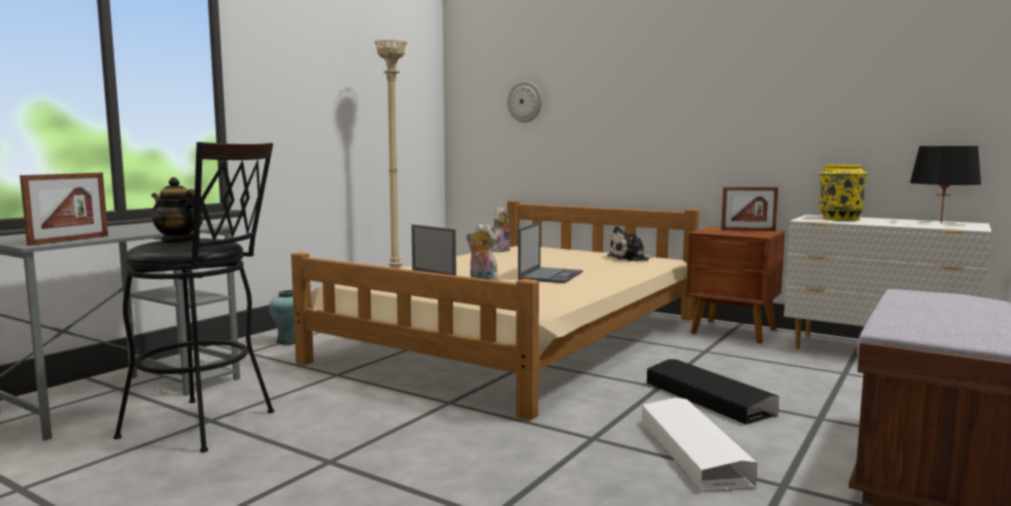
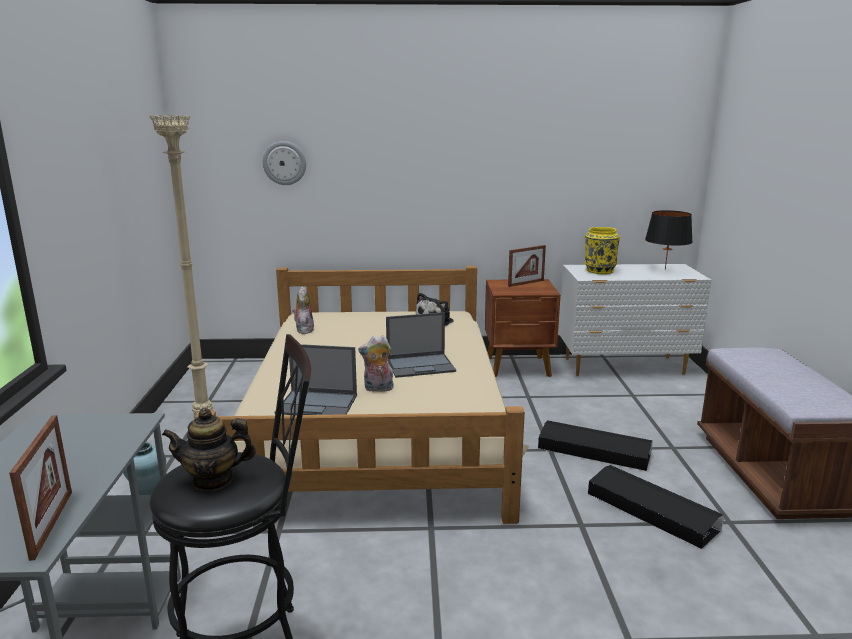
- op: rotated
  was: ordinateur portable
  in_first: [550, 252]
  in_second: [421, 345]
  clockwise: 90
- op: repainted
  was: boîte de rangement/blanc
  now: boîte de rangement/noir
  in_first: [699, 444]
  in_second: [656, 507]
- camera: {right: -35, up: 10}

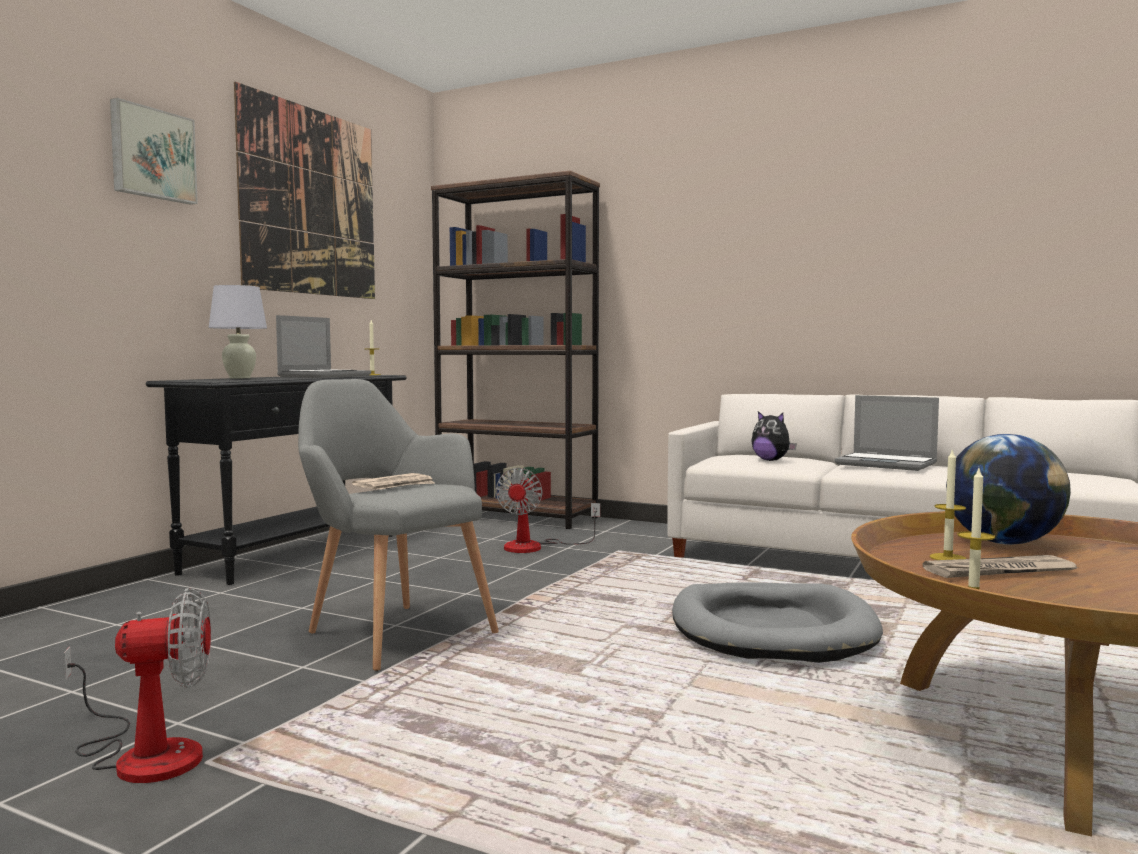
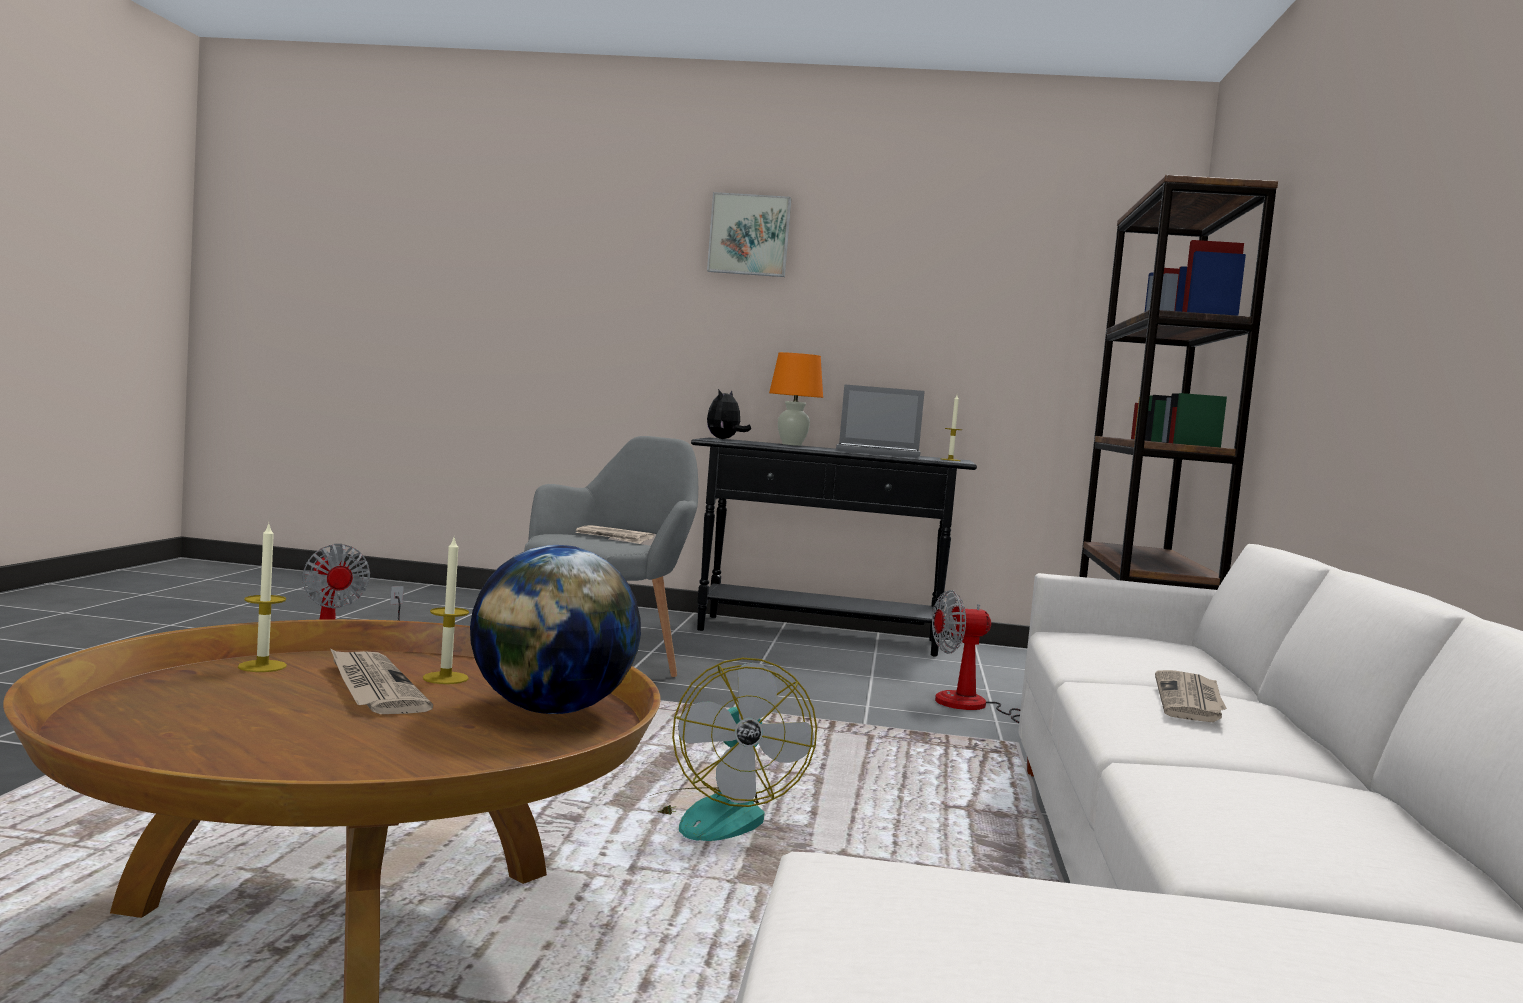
- op: swapped
  was: panier pour chien/gris
  now: ventilateur
  in_first: [777, 622]
  in_second: [733, 749]
- op: shifted
  was: peluche
  in_first: [774, 436]
  in_second: [729, 414]
- op: repainted
  was: lampe de table/blanc
  now: lampe de table/orange
  in_first: [238, 331]
  in_second: [796, 399]
- op: swapped
  was: ordinateur portable
  now: journal
  in_first: [887, 433]
  in_second: [1191, 696]
- op: gone
  was: tableau
  in_first: [304, 190]
- camera: {right: 70, up: 0}

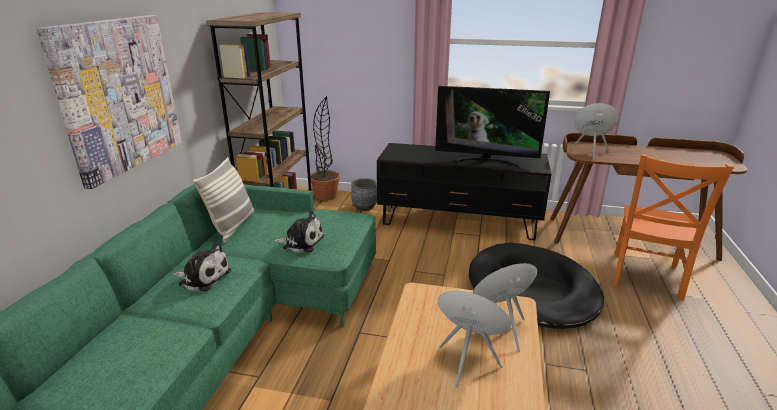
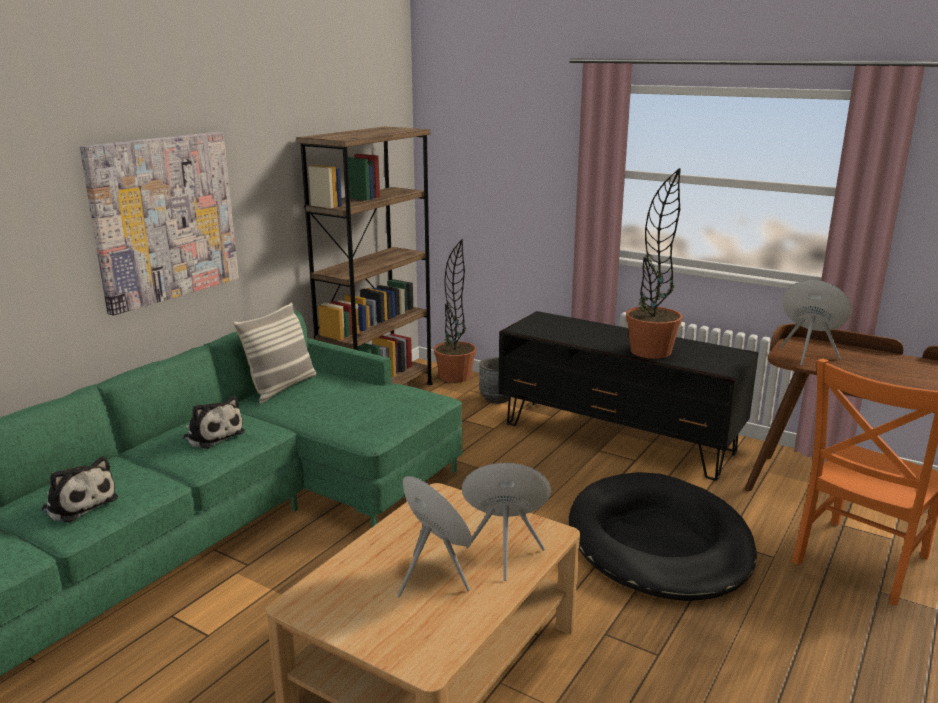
- op: shifted
  was: peluche
  in_first: [298, 232]
  in_second: [80, 489]
- op: swapped
  was: téléviseur
  now: plante en pot
  in_first: [492, 127]
  in_second: [654, 263]
- camera: {right: 20, up: -5}

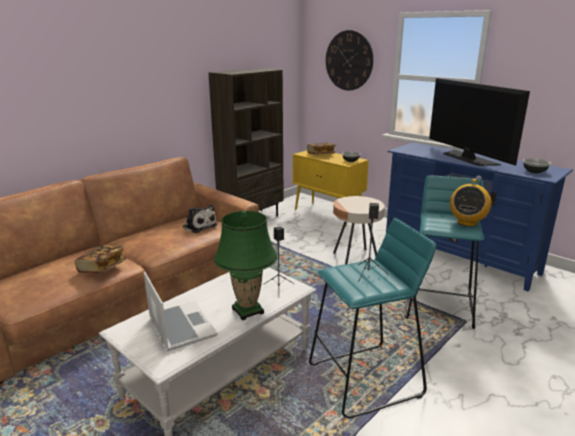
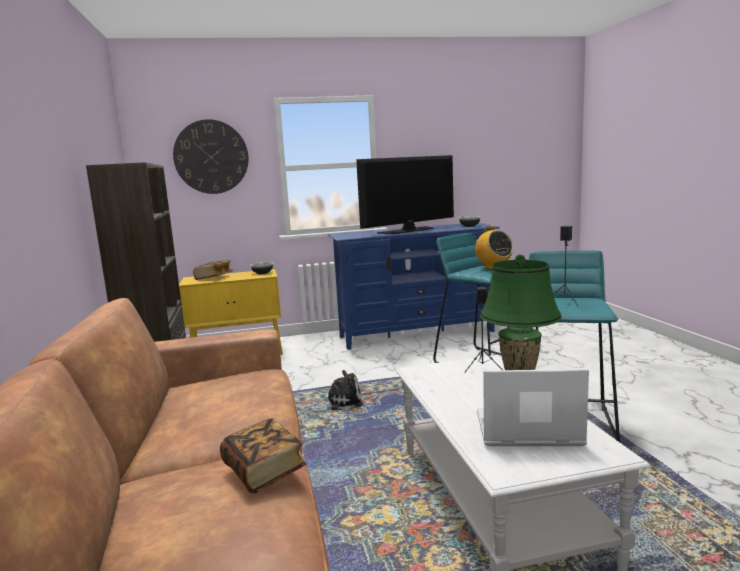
- op: shifted
  was: peluche
  in_first: [200, 218]
  in_second: [339, 390]
- op: rotated
  was: téléviseur
  in_first: [479, 122]
  in_second: [405, 194]
  clockwise: -45
- op: gone
  was: table d'appoint/beige
  in_first: [359, 230]
- camera: {right: -55, up: -10}

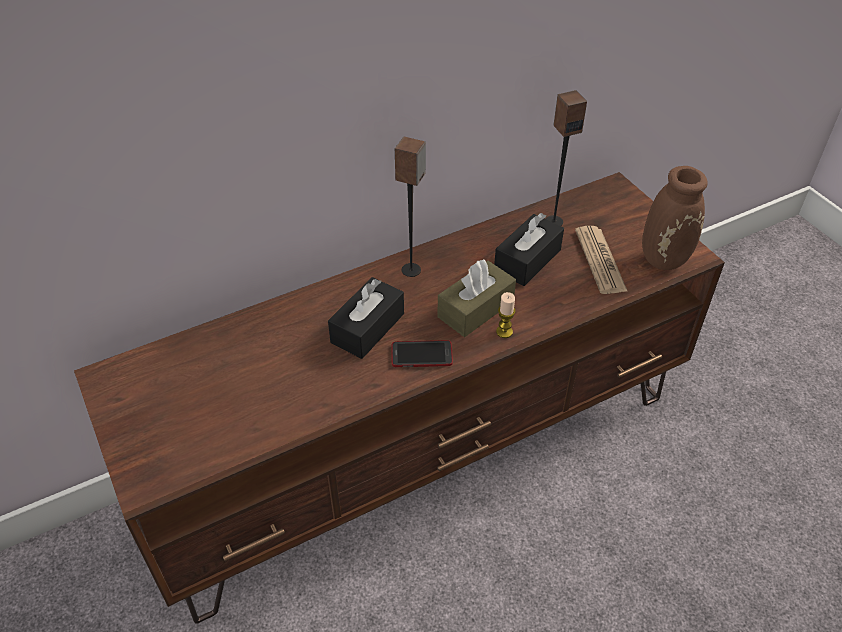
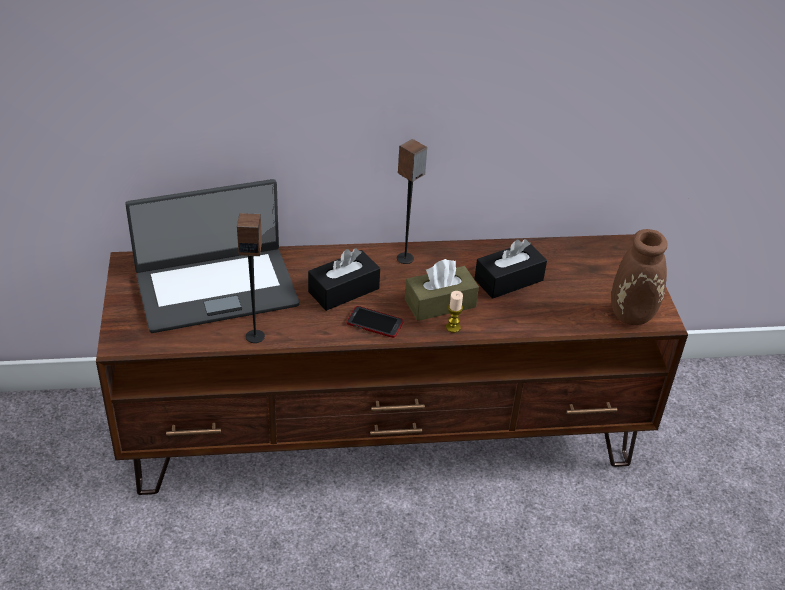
- op: new
  now: ordinateur portable
  in_second: [212, 256]
- op: shifted
  was: enceinte
  in_first: [566, 158]
  in_second: [251, 278]
- op: gone
  was: journal
  in_first: [601, 260]
- camera: {right: 20, up: -5}

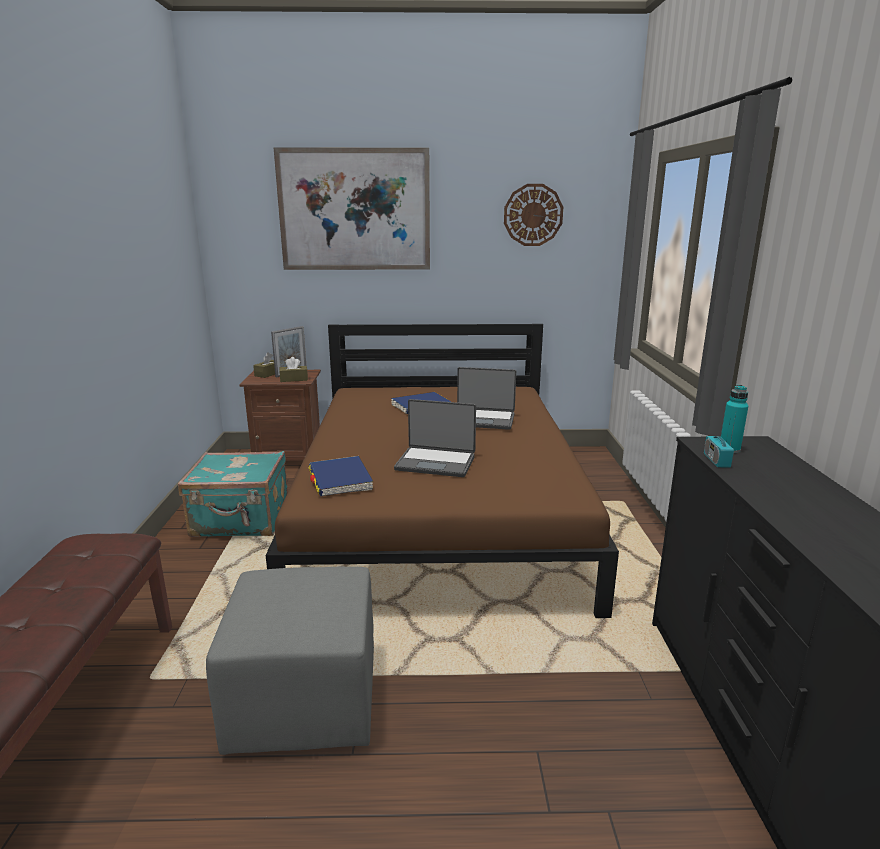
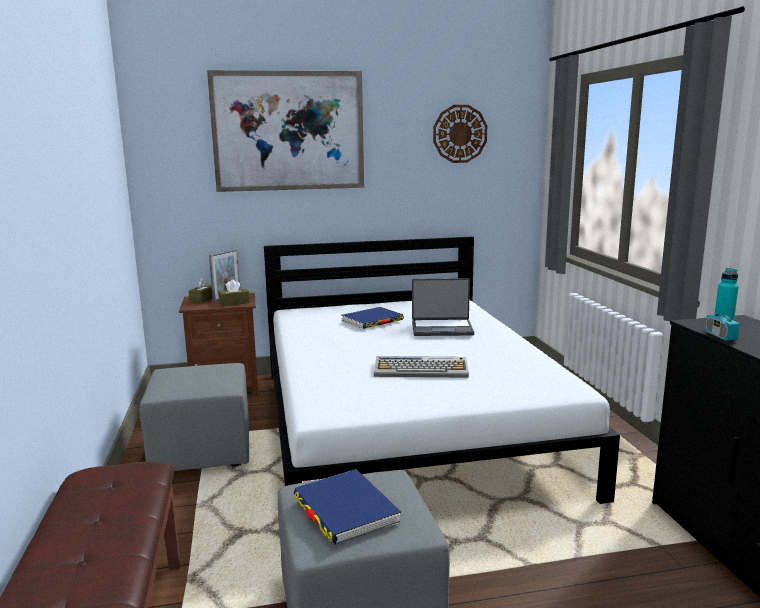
- op: swapped
  was: valise/turquoise
  now: pouf/gris
  in_first: [233, 494]
  in_second: [194, 417]
- op: repainted
  was: lit/marron
  now: lit/blanc
  in_first: [442, 471]
  in_second: [442, 370]
- op: shifted
  was: livre/bleu
  in_first: [341, 476]
  in_second: [347, 507]
- op: swapped
  was: ordinateur portable
  now: clavier
  in_first: [435, 438]
  in_second: [421, 367]
- camera: {right: -10, up: -5}

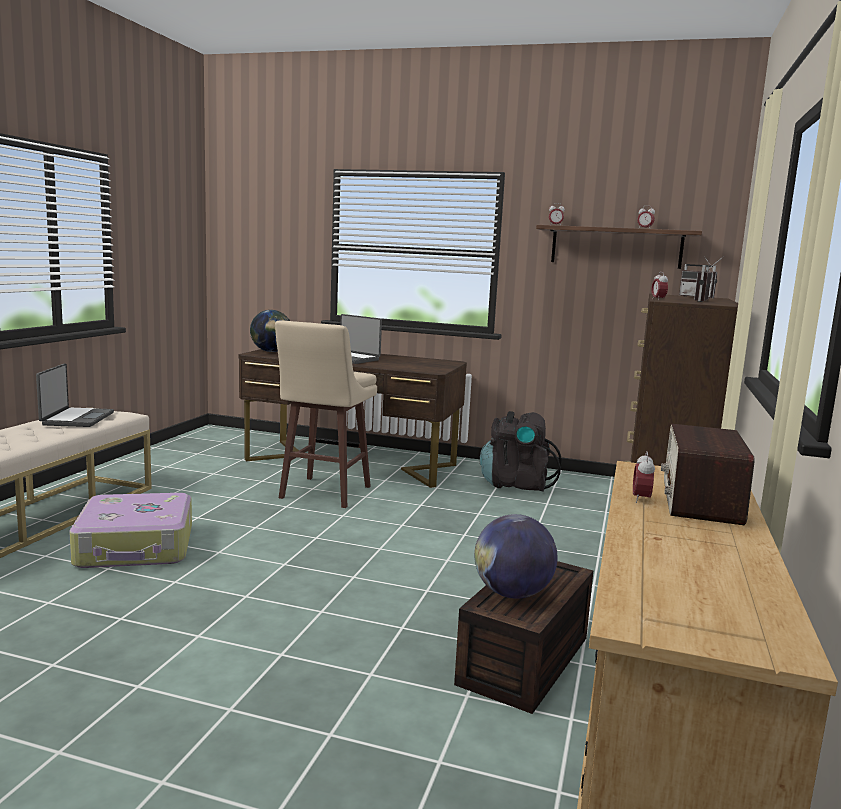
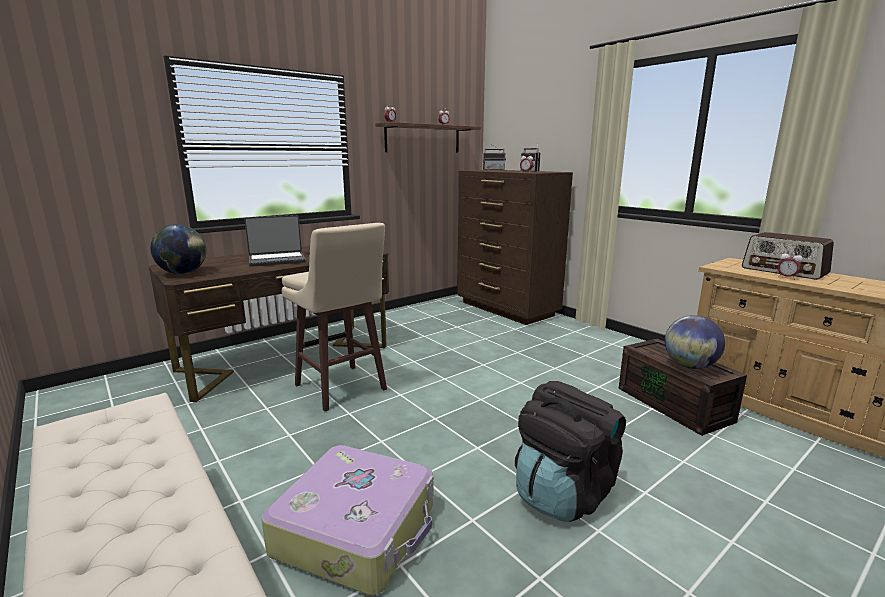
- op: shifted
  was: sac à dos/noir
  in_first: [521, 451]
  in_second: [570, 451]
- op: gone
  was: ordinateur portable
  in_first: [75, 395]
- camera: {right: -55, up: 5}

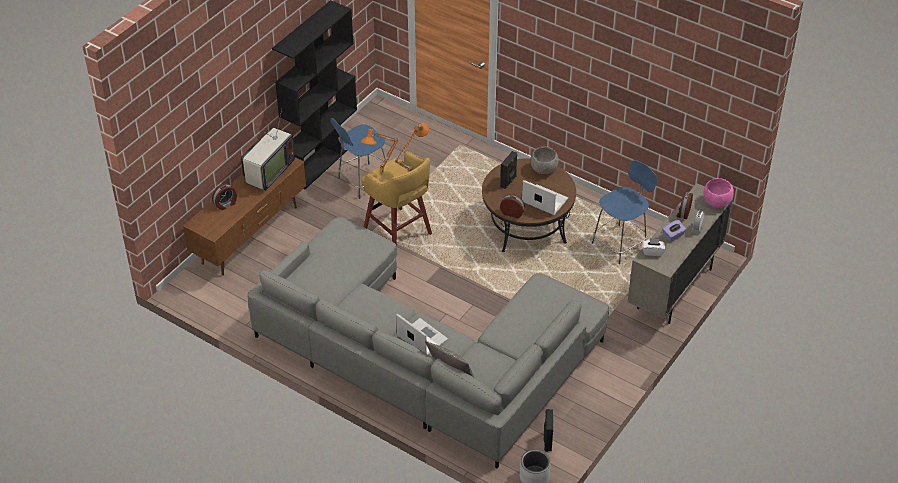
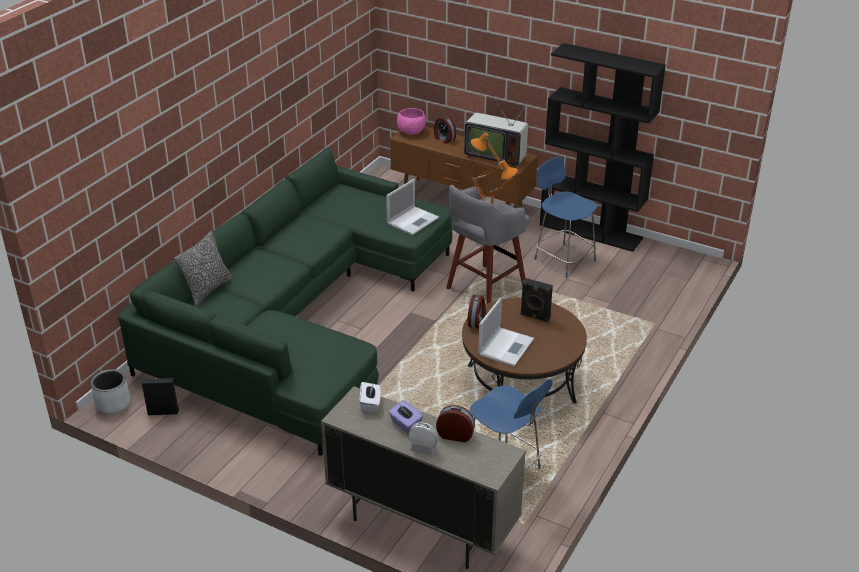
- op: repainted
  was: canapé/gris
  now: canapé/vert
  in_first: [428, 343]
  in_second: [285, 302]
- op: shifted
  was: ordinateur portable
  in_first: [422, 334]
  in_second: [412, 207]
- op: shifted
  was: bol/rose
  in_first: [718, 193]
  in_second: [411, 121]
- op: repainted
  was: tabouret/jaune
  now: tabouret/gris
  in_first: [396, 199]
  in_second: [488, 244]
- op: gone
  was: bol/gris
  in_first: [544, 160]
- camera: {right: 85, up: -10}

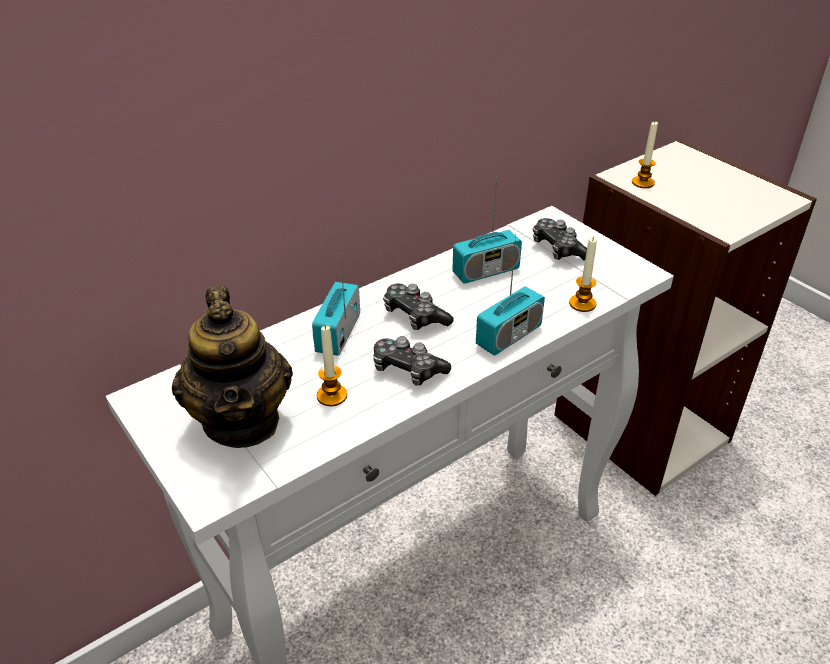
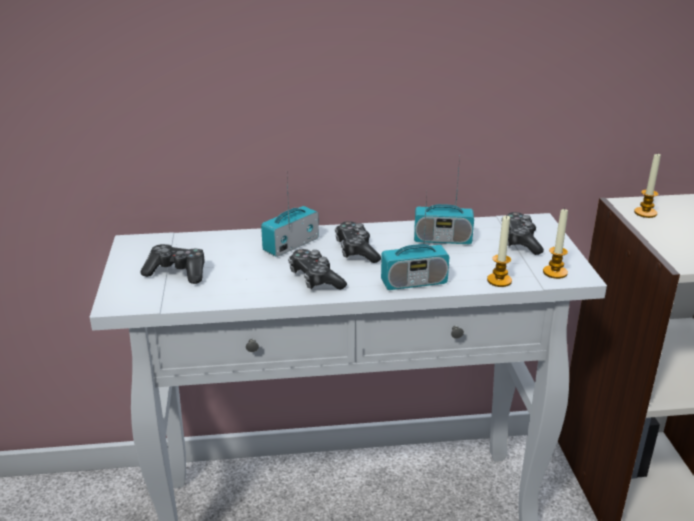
- op: swapped
  was: théière
  now: manette
  in_first: [232, 367]
  in_second: [172, 264]
- op: shifted
  was: bougie
  in_first: [332, 366]
  in_second: [555, 243]
- camera: {right: 30, up: -10}

